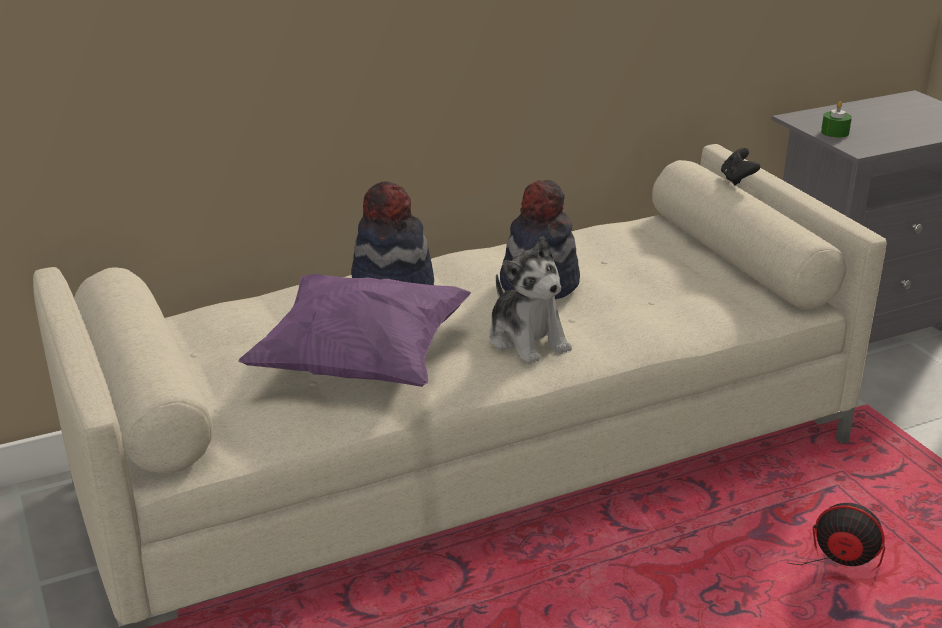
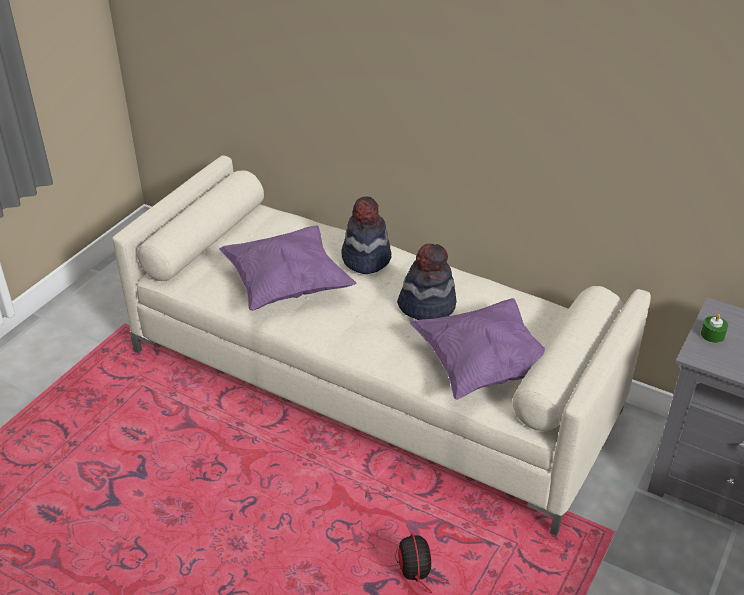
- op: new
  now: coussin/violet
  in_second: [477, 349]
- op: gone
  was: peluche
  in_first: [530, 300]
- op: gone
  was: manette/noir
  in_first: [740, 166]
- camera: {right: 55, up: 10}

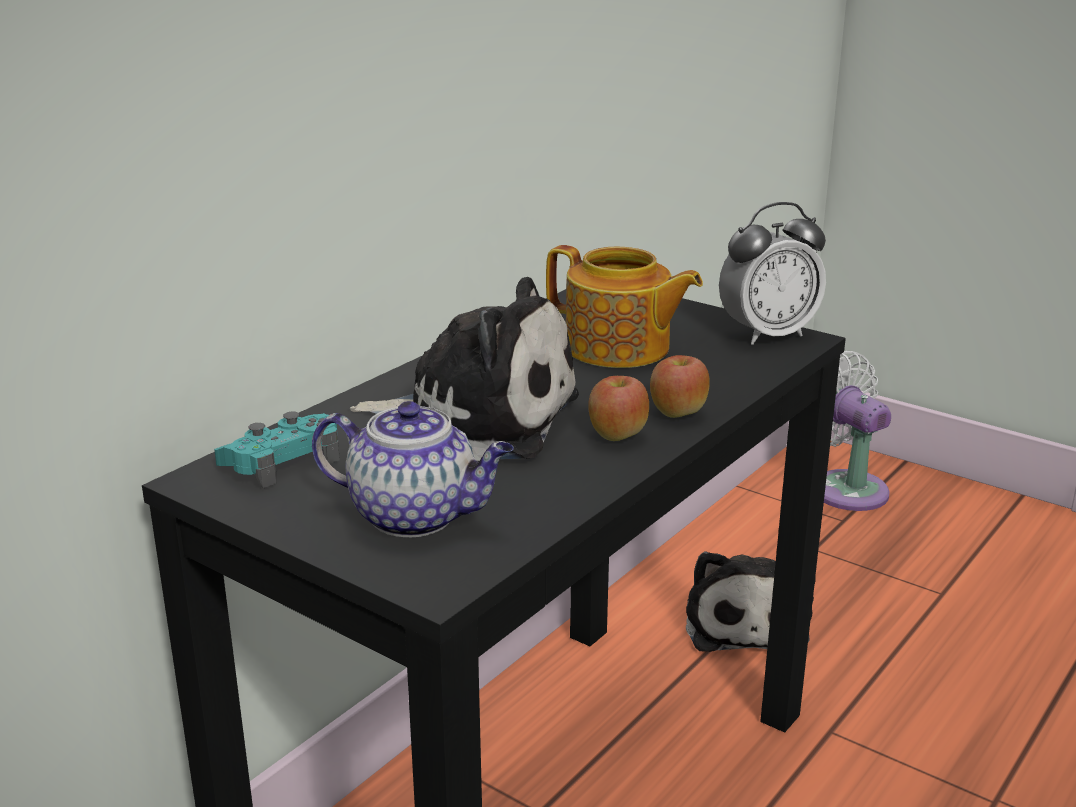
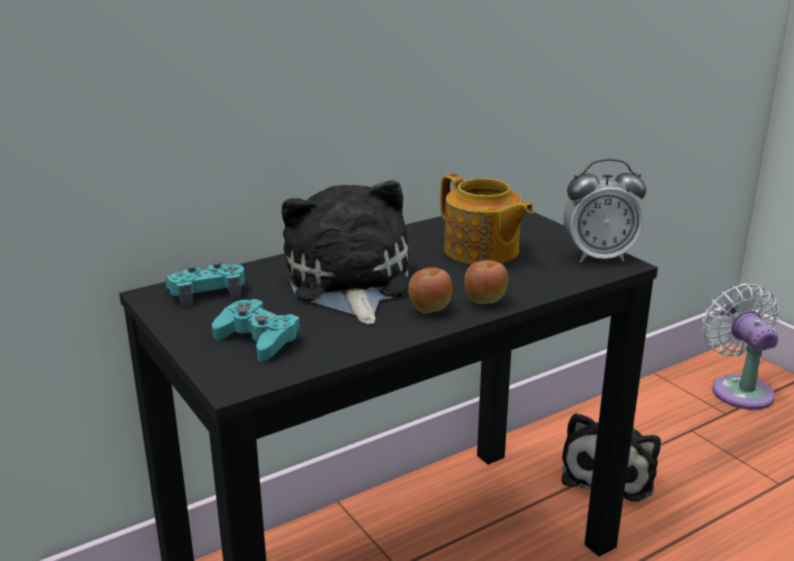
- op: swapped
  was: théière
  now: manette/turquoise
  in_first: [413, 469]
  in_second: [256, 330]
- op: rotated
  was: peluche
  in_first: [464, 369]
  in_second: [345, 252]
  clockwise: -135
- camera: {right: 20, up: 0}

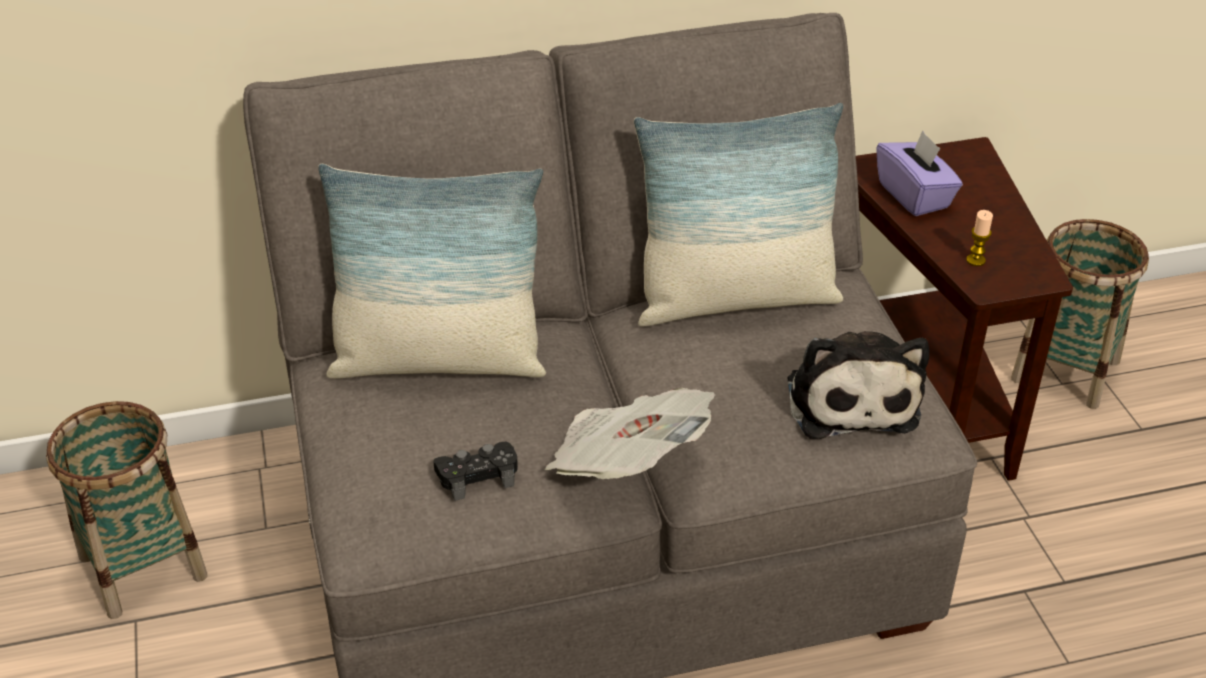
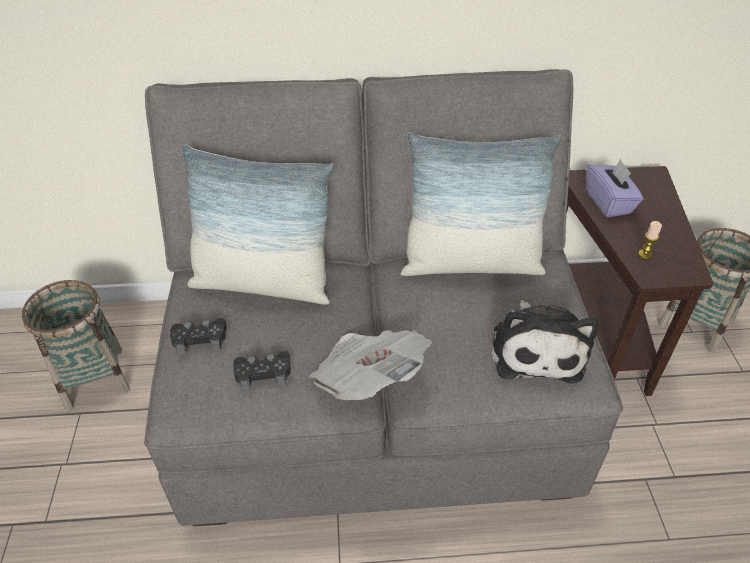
- op: new
  now: manette/noir
  in_second: [198, 336]
- camera: {right: 10, up: 5}

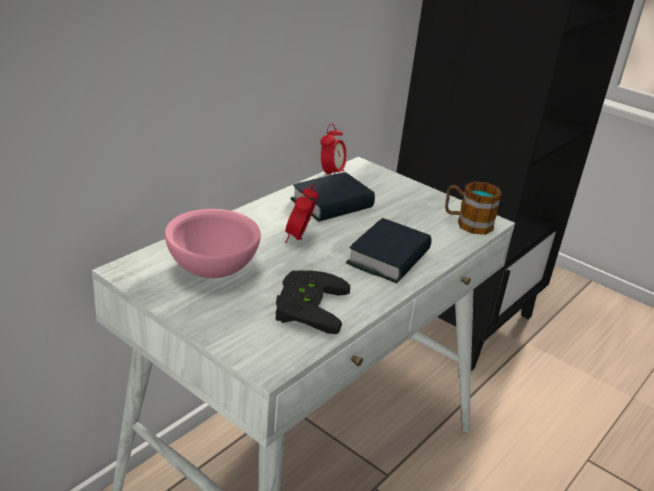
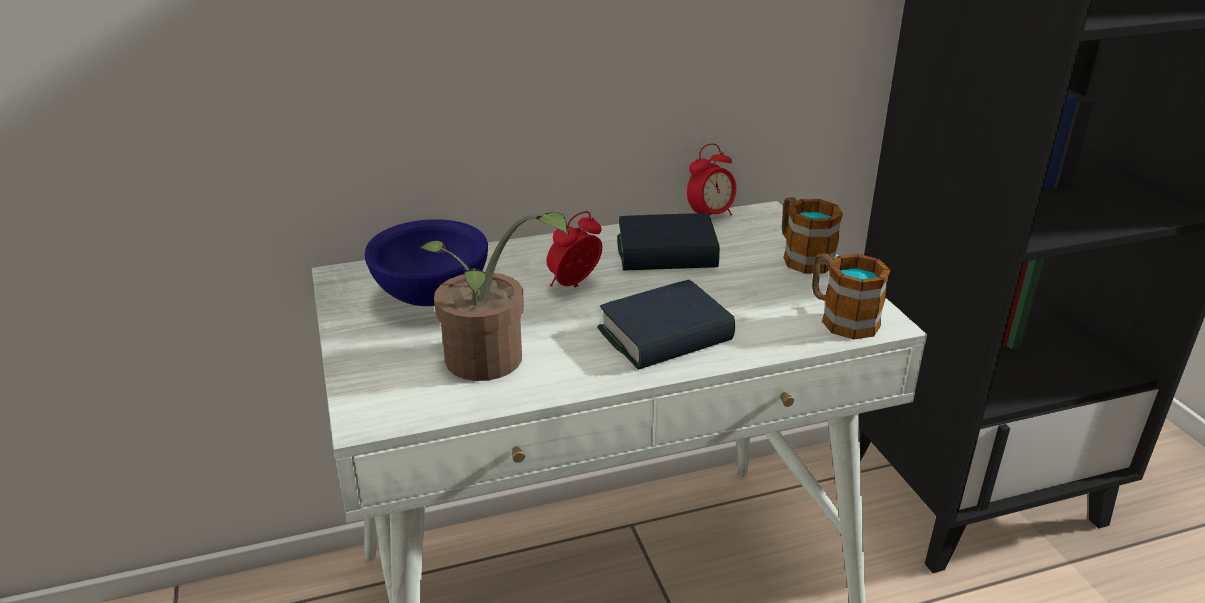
- op: repainted
  was: bol/rose
  now: bol/bleu
  in_first: [213, 243]
  in_second: [426, 262]
- op: swapped
  was: manette/noir
  now: plante en pot
  in_first: [312, 302]
  in_second: [494, 296]
- op: new
  now: mug
  in_second: [812, 235]
- camera: {right: 35, up: 0}

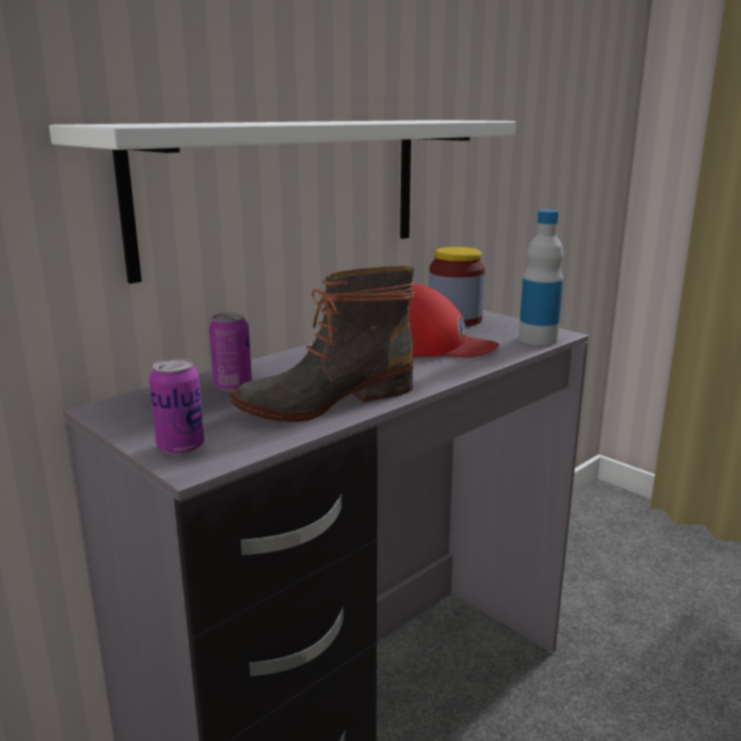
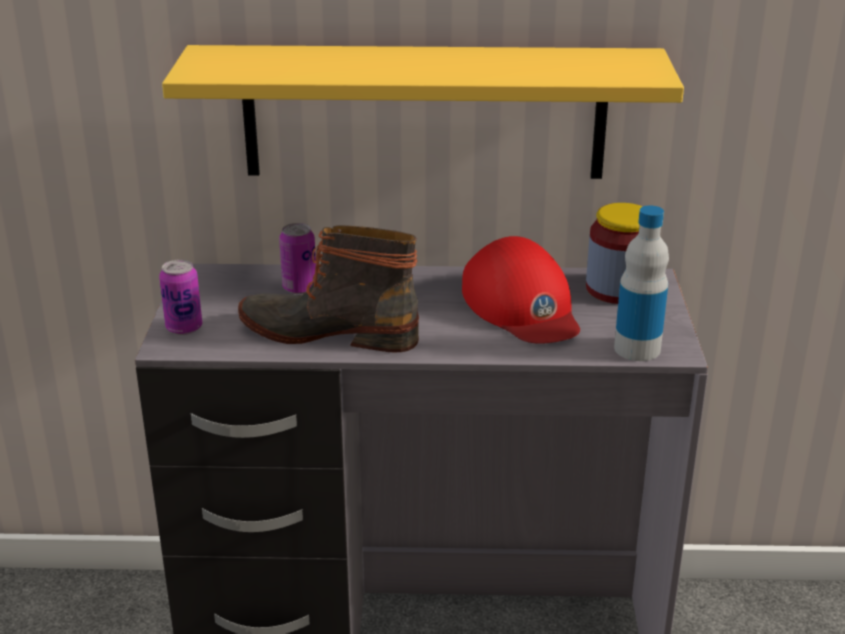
- op: repainted
  was: étagère/blanc
  now: étagère/jaune
  in_first: [282, 202]
  in_second: [423, 112]
- camera: {right: 45, up: 10}

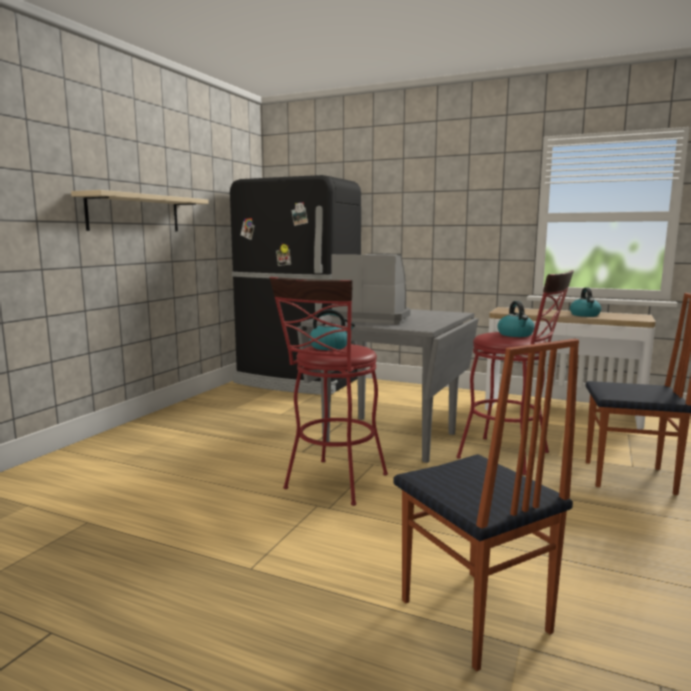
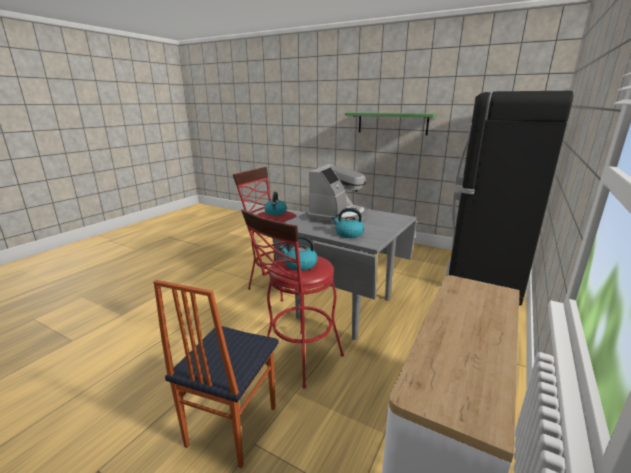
- op: shifted
  was: bouilloire
  in_first: [585, 302]
  in_second: [348, 223]
- op: repainted
  was: étagère/beige
  now: étagère/vert
  in_first: [140, 210]
  in_second: [391, 123]
- op: gone
  was: chaise
  in_first: [486, 505]
- camera: {right: 95, up: 10}

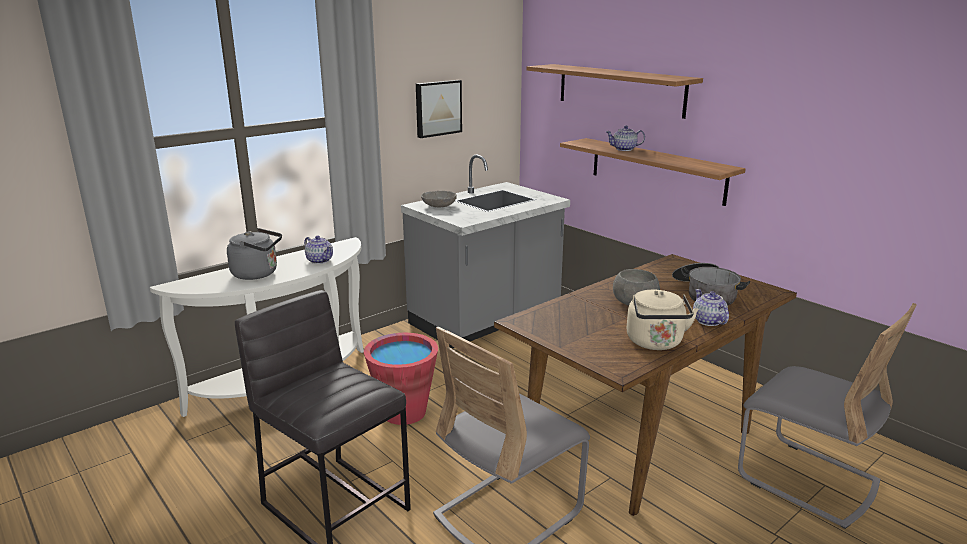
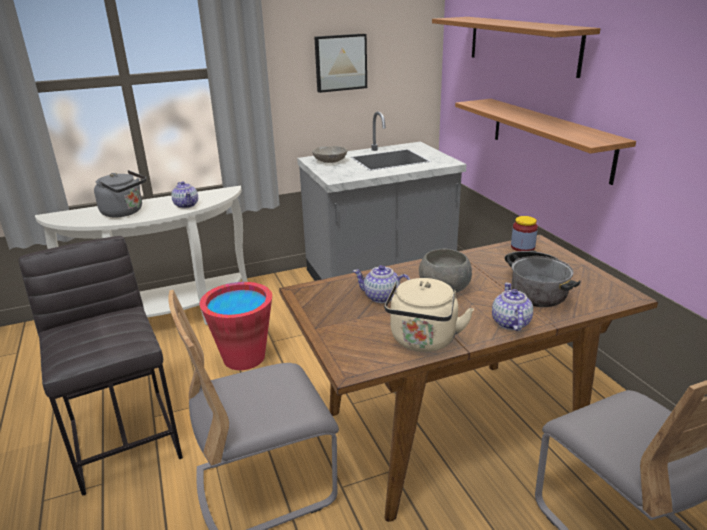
- op: shifted
  was: théière
  in_first: [625, 138]
  in_second: [381, 284]
- op: new
  now: bocal
  in_second: [524, 233]
- camera: {right: 20, up: 5}

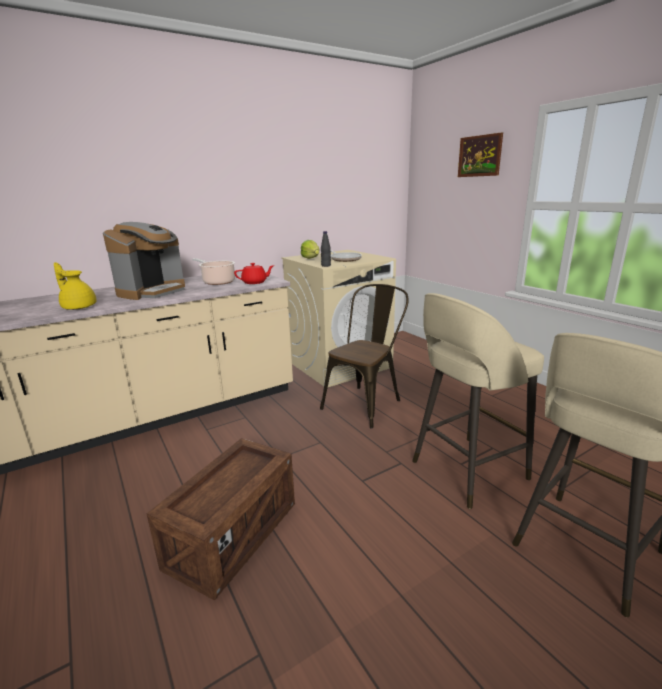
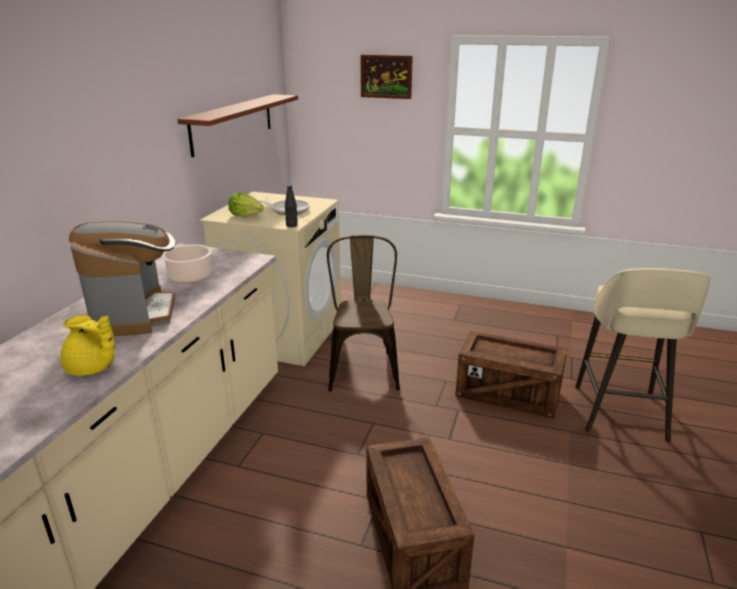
- op: rotated
  was: théière/jaune
  in_first: [75, 286]
  in_second: [87, 345]
  clockwise: -150
- op: new
  now: étagère/marron
  in_second: [237, 125]
- op: swapped
  was: tabouret/beige
  now: caisse
  in_first: [478, 401]
  in_second: [511, 375]
- op: gone
  was: théière/rouge
  in_first: [254, 273]
- camera: {right: -40, up: 5}

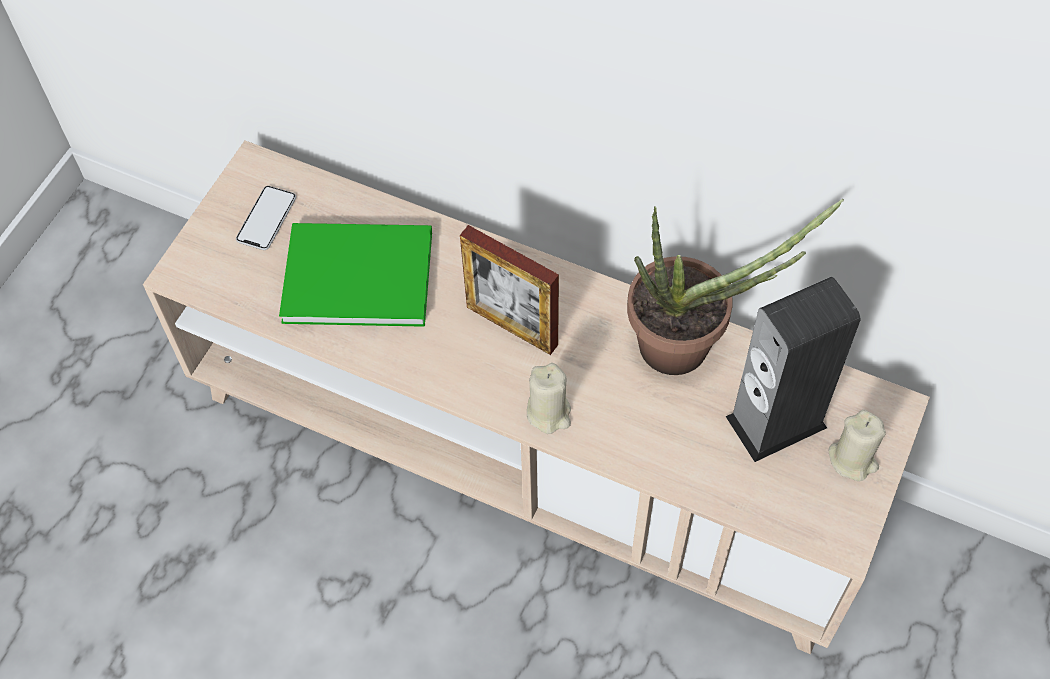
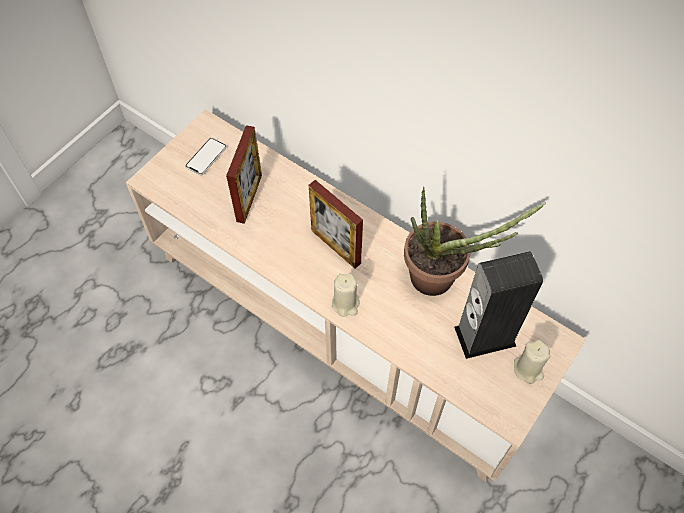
- op: swapped
  was: livre/vert
  now: cadre photo
  in_first: [355, 275]
  in_second: [244, 174]
- camera: {right: 10, up: 0}

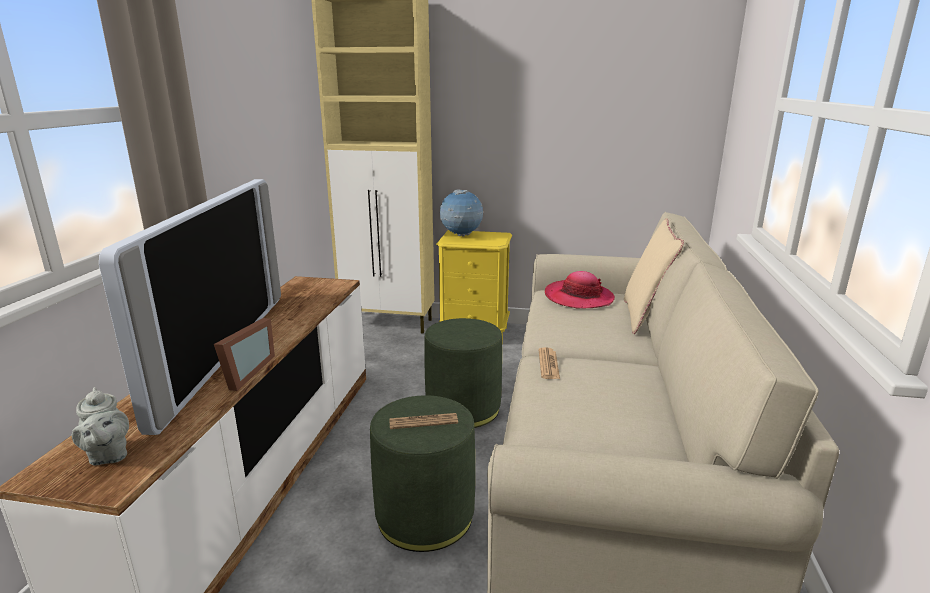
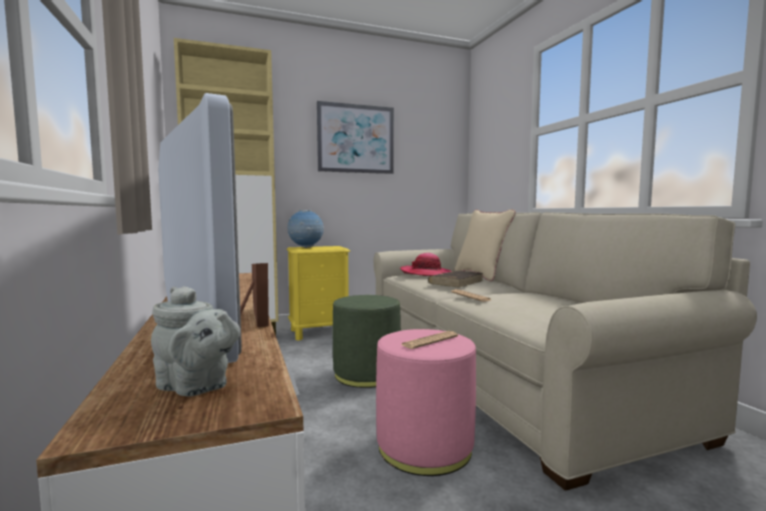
- op: new
  now: tableau
  in_second: [355, 137]
- op: repainted
  was: pouf/vert
  now: pouf/rose
  in_first: [422, 473]
  in_second: [426, 402]
- op: new
  now: livre/marron
  in_second: [455, 279]
- camera: {right: -30, up: -15}

